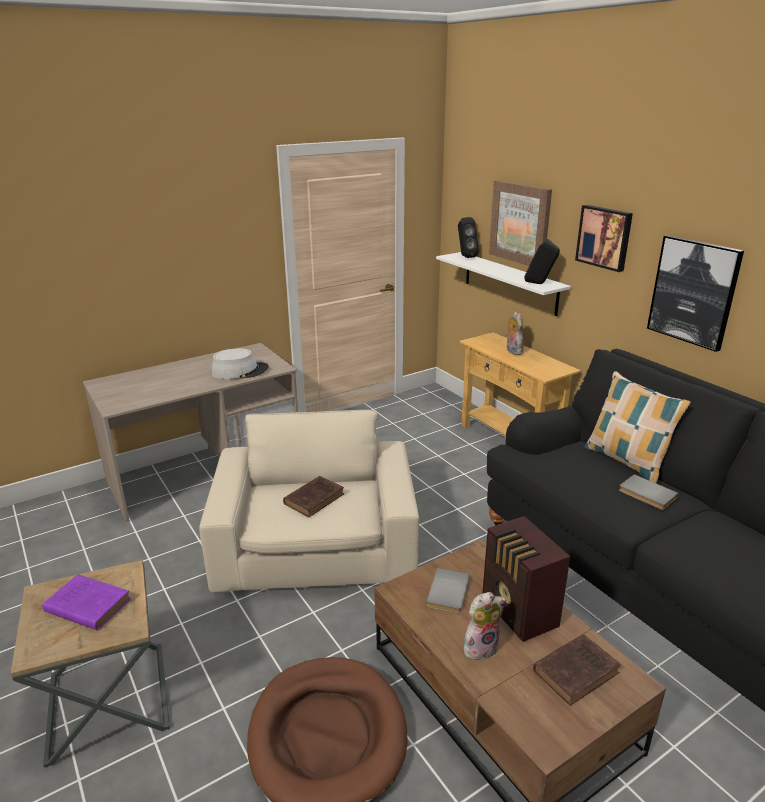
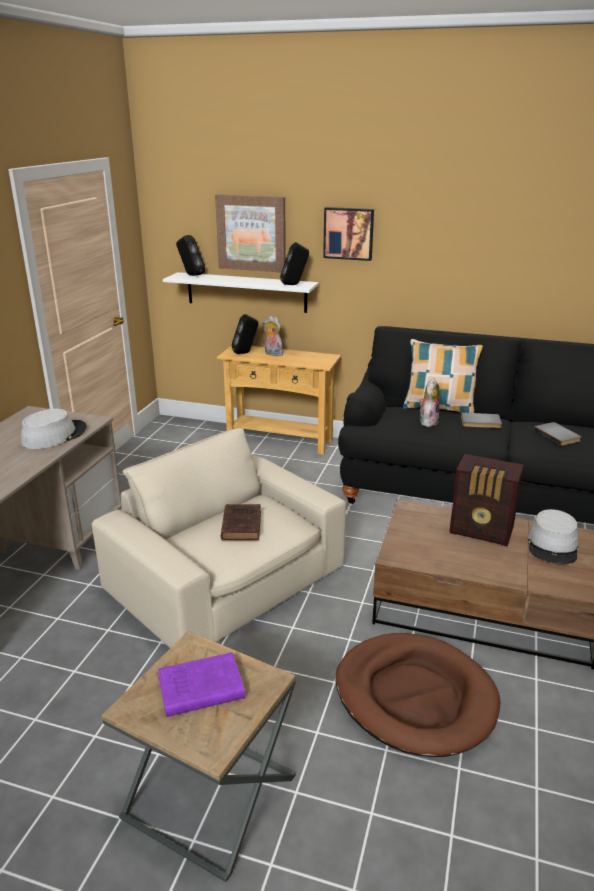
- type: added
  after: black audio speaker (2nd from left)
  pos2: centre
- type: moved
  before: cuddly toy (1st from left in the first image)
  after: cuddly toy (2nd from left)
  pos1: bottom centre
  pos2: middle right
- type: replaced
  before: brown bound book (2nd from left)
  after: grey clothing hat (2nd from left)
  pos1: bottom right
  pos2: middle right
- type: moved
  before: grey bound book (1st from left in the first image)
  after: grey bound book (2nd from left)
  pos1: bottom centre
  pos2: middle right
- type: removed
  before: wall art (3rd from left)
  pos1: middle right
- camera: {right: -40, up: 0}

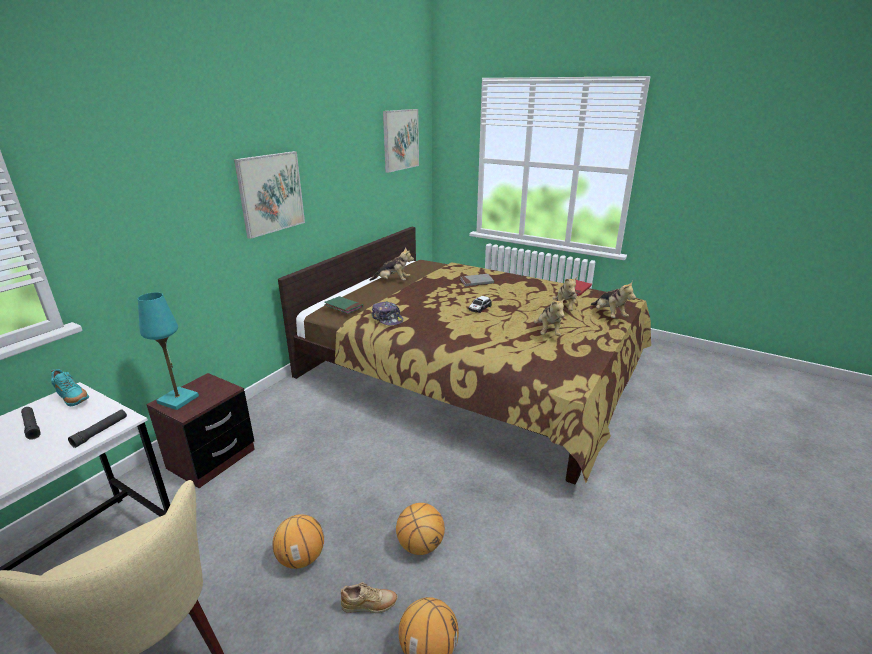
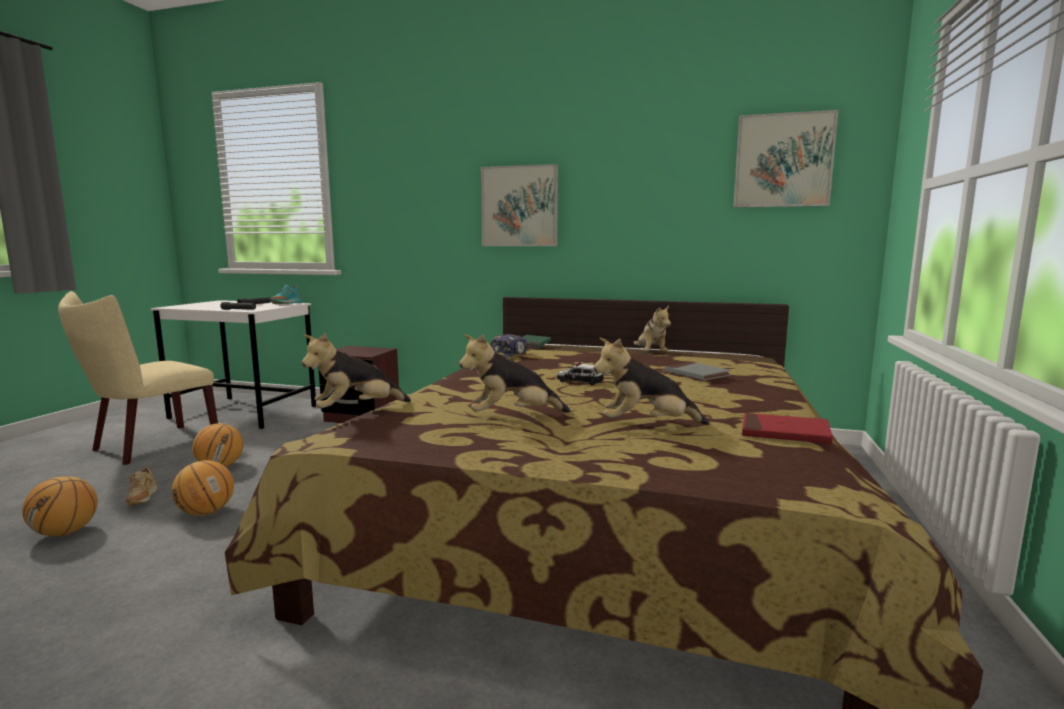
- type: moved
  before: cuddly toy (4th from left in the first image)
  after: cuddly toy (1st from left)
  pos1: middle right
  pos2: centre
- type: removed
  before: turquoise tabletop lamp
  pos1: middle left
- camera: {right: 75, up: -15}

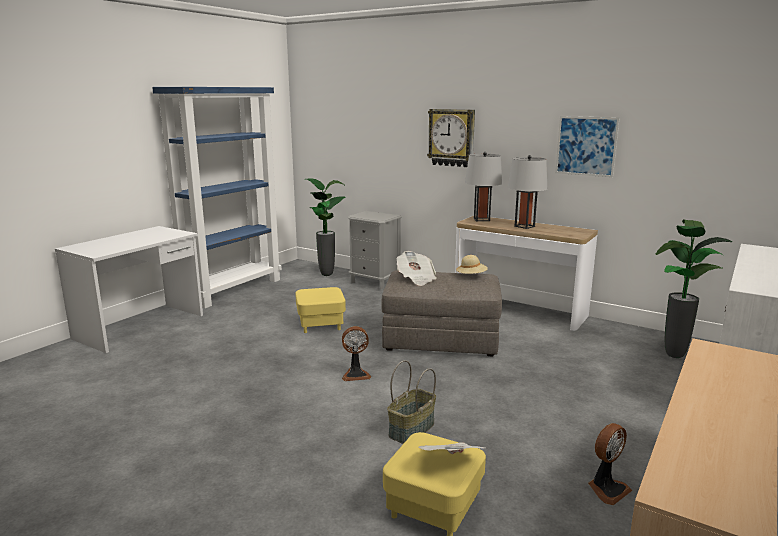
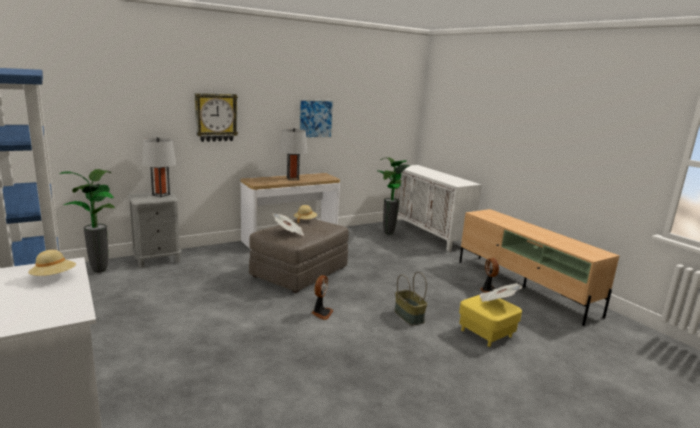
- type: added
  after: sand-coloured clothing hat (1st from left)
  pos2: middle left
- type: moved
  before: grey tabletop lamp (1st from left)
  pos1: centre
  pos2: middle left
- type: removed
  before: yellow footrest (1st from left)
  pos1: centre
- camera: {right: -65, up: 0}

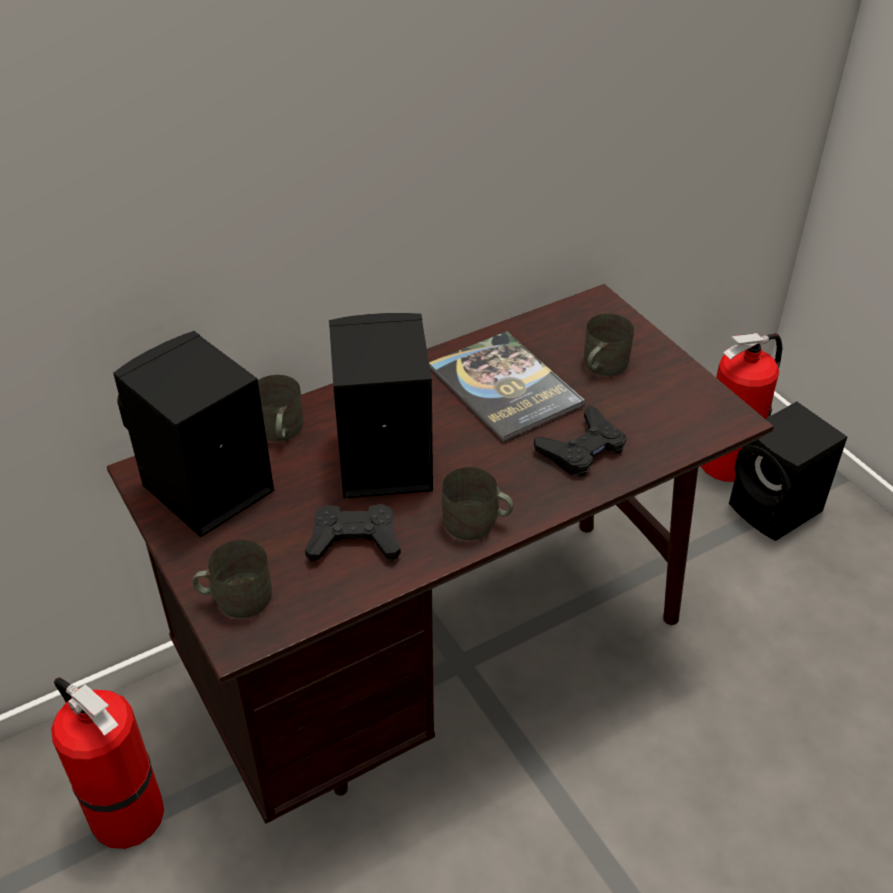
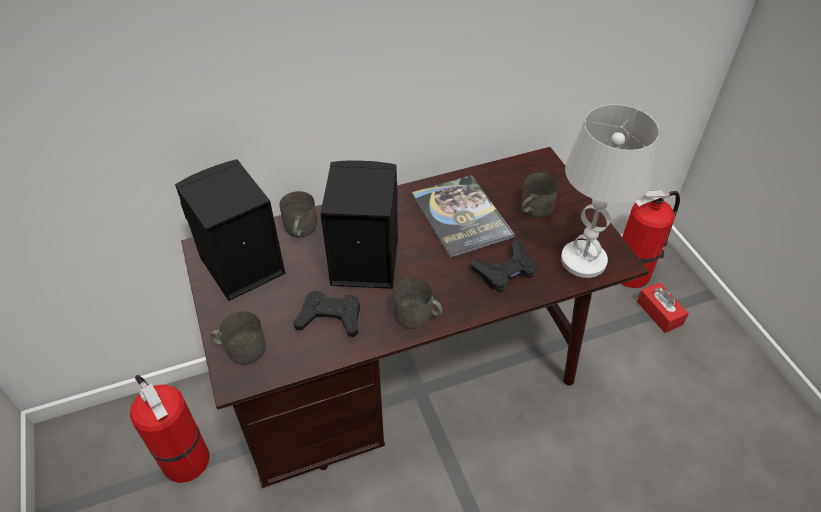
- type: added
  after: whitish tabletop lamp
  pos2: middle right
- type: replaced
  before: black audio speaker (3rd from left)
  after: red box of tissues
  pos1: middle right
  pos2: middle right
- camera: {right: 10, up: 5}

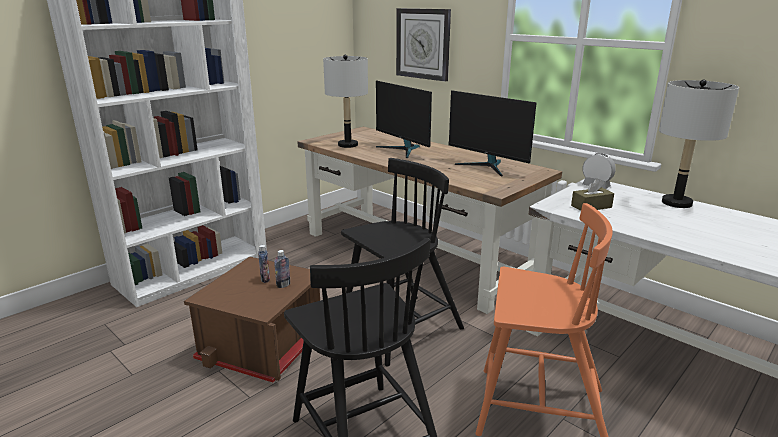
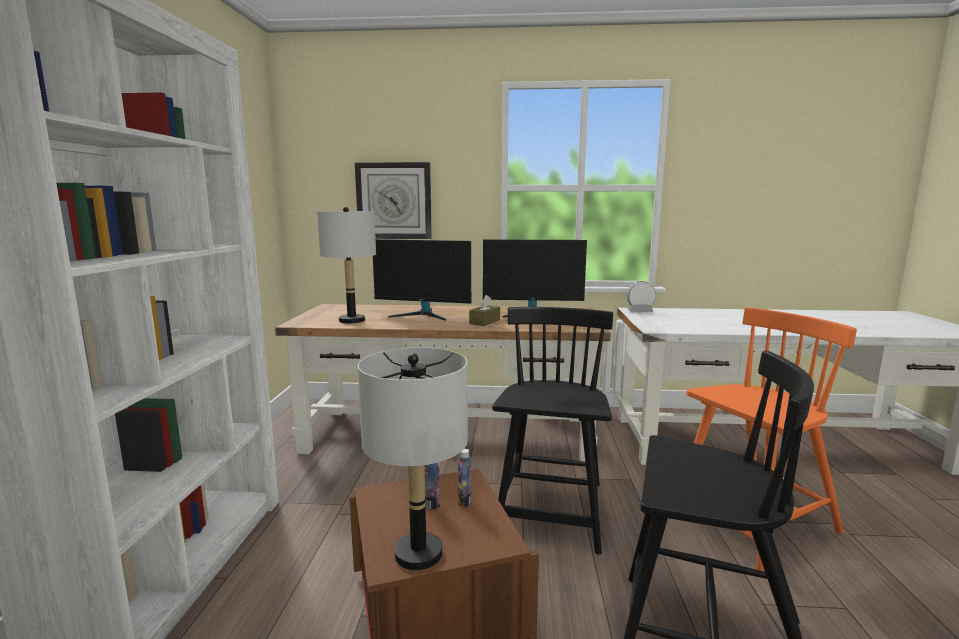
- type: moved
  before: grey tabletop lamp (2nd from left)
  pos1: top right
  pos2: bottom centre
- type: moved
  before: brown box of tissues
  pos1: middle right
  pos2: centre
- camera: {right: -40, up: -10}

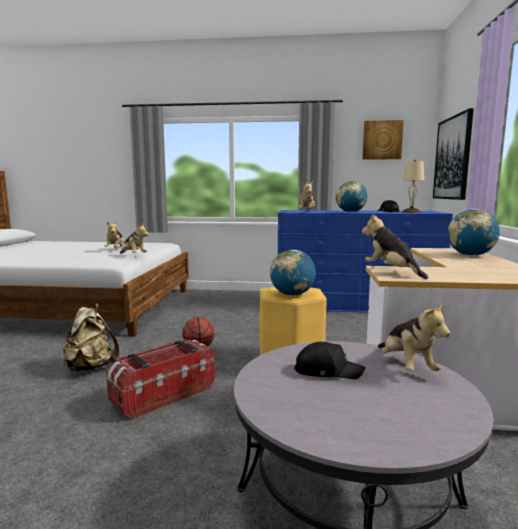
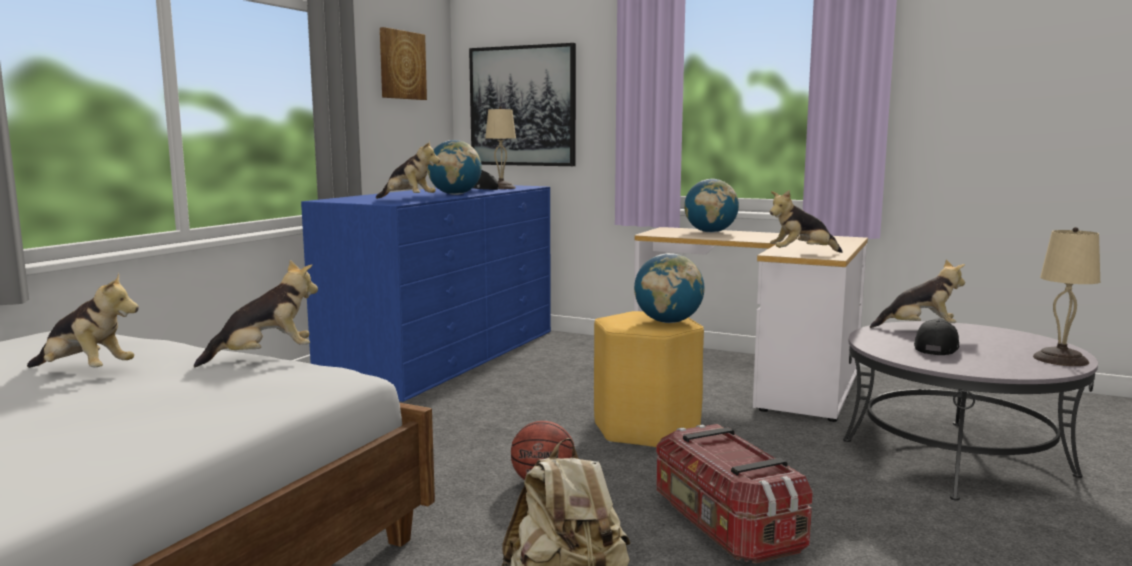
- type: added
  after: sand-coloured tabletop lamp (2nd from left)
  pos2: middle right
- camera: {right: -70, up: 0}

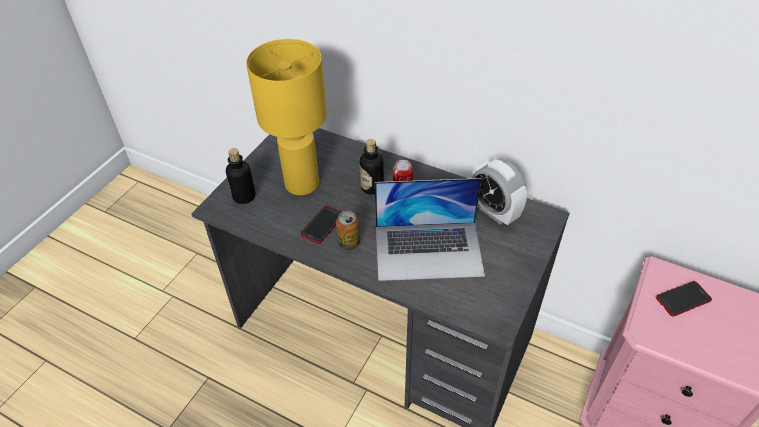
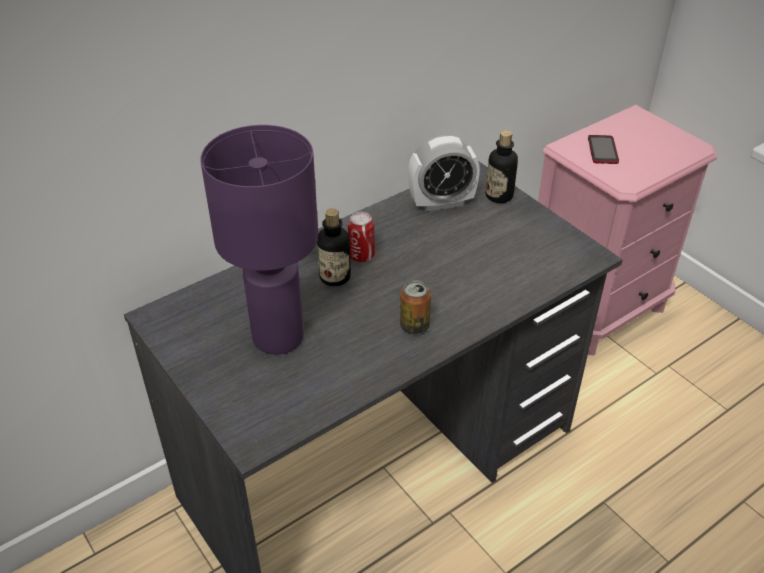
- type: recoloured
  before: yellow tabletop lamp
  after: purple tabletop lamp
  pos1: top centre
  pos2: centre
- type: moved
  before: bottle (1st from left in the first image)
  after: bottle (2nd from left)
  pos1: middle left
  pos2: top centre
- type: removed
  before: phone (1st from left)
  pos1: centre
- type: removed
  before: laptop
  pos1: centre
- camera: {right: -65, up: -5}

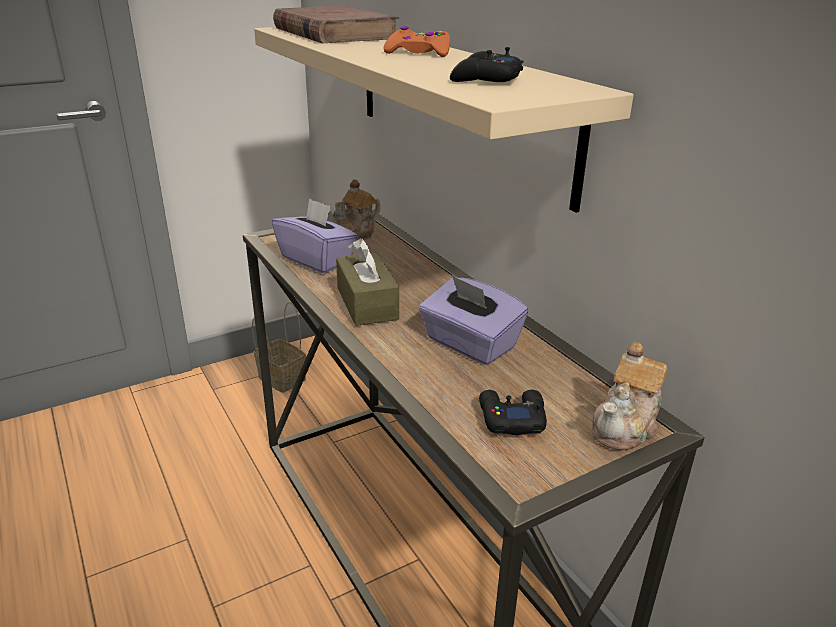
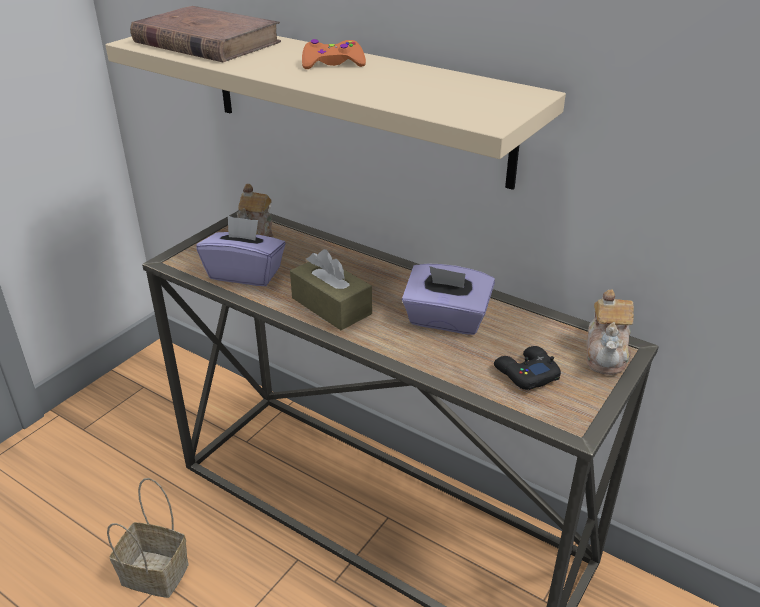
- type: moved
  before: basket
  pos1: centre
  pos2: bottom left
- type: removed
  before: black gamepad (1st from left)
  pos1: top centre
- camera: {right: -25, up: 5}

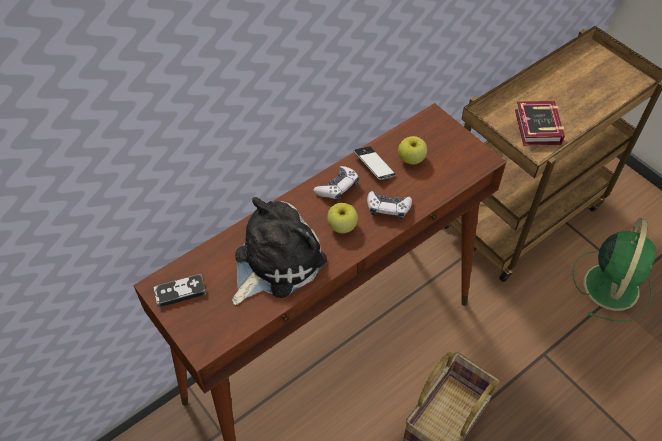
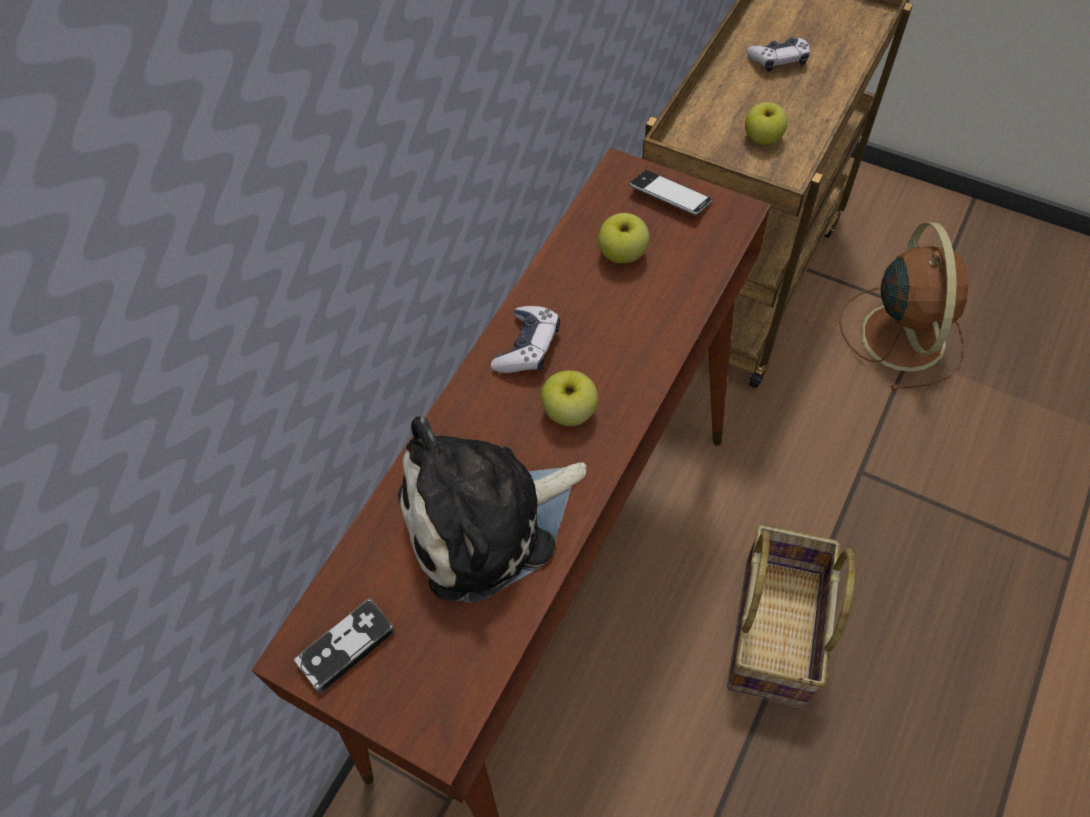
- type: turned
  before: cuddly toy
  pos1: centre
  pos2: centre
  turn: -135
- type: moved
  before: phone
  pos1: centre
  pos2: top centre
- type: replaced
  before: bound book
  after: whole apple (3rd from left)
  pos1: top right
  pos2: top right
- type: moved
  before: gamepad (3rd from left)
  pos1: centre
  pos2: top right
- type: recoloured
  before: green cooling fan
  after: brown cooling fan
  pos1: middle right
  pos2: middle right
- camera: {right: -20, up: 5}

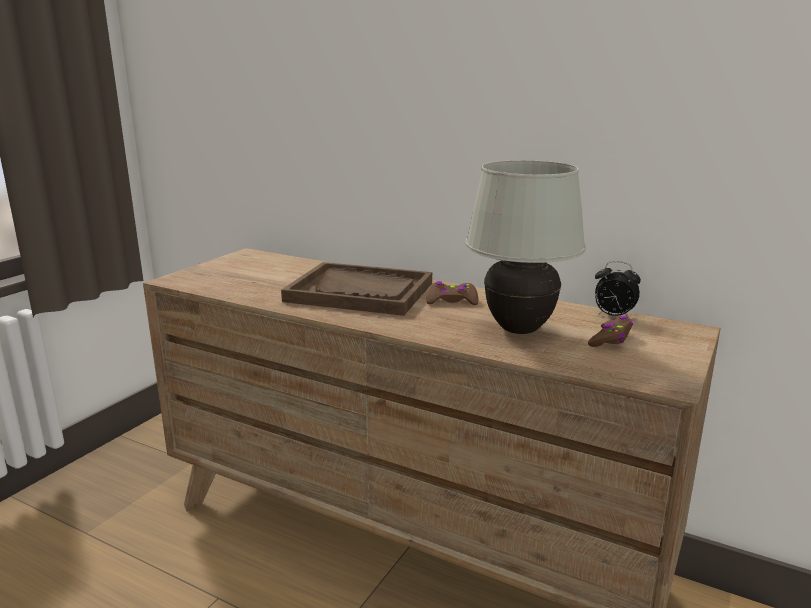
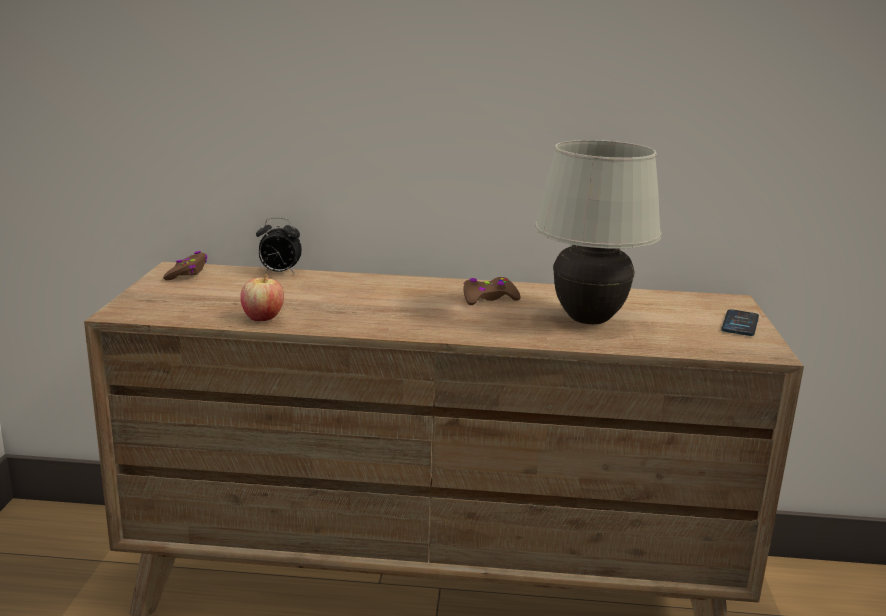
- type: moved
  before: brown gamepad (2nd from left in the first image)
  after: brown gamepad (1st from left)
  pos1: middle right
  pos2: middle left
- type: added
  after: whole apple
  pos2: middle left
- type: moved
  before: table clock
  pos1: middle right
  pos2: middle left
- type: added
  after: phone
  pos2: middle right
- type: removed
  before: brown tray
  pos1: centre
- camera: {right: -25, up: 0}

